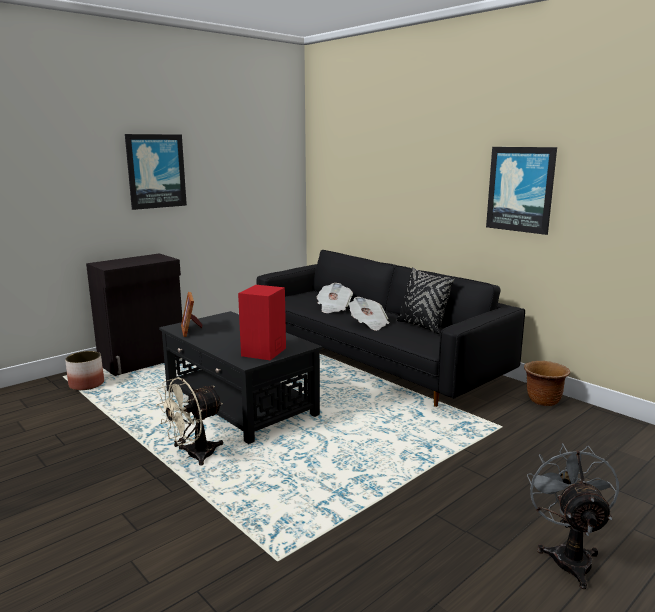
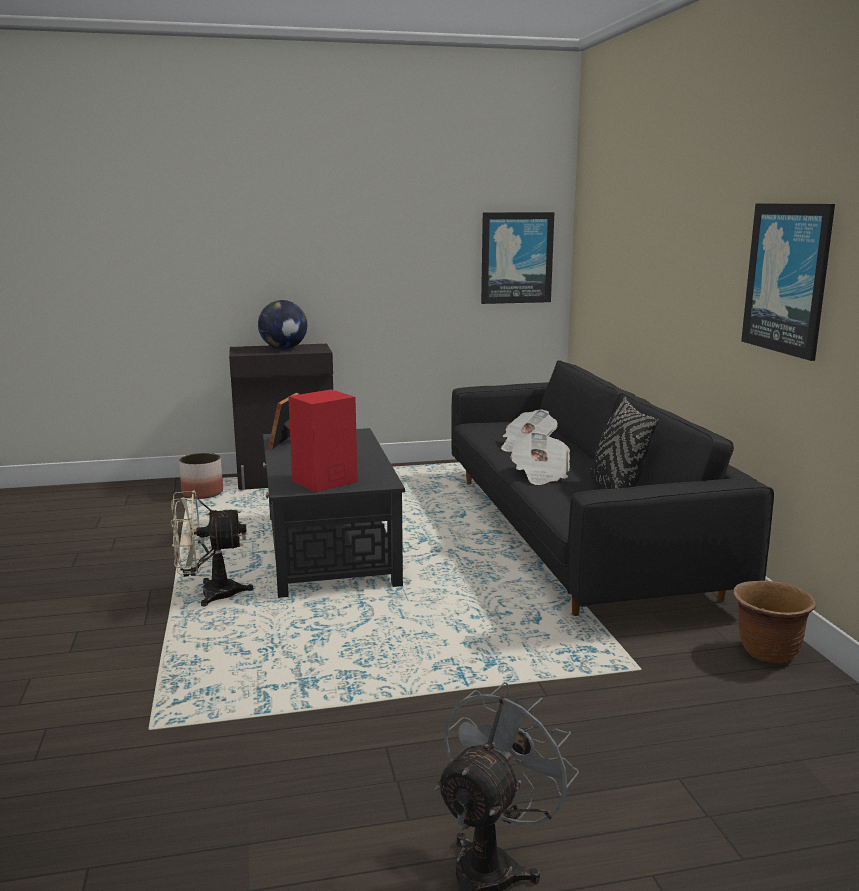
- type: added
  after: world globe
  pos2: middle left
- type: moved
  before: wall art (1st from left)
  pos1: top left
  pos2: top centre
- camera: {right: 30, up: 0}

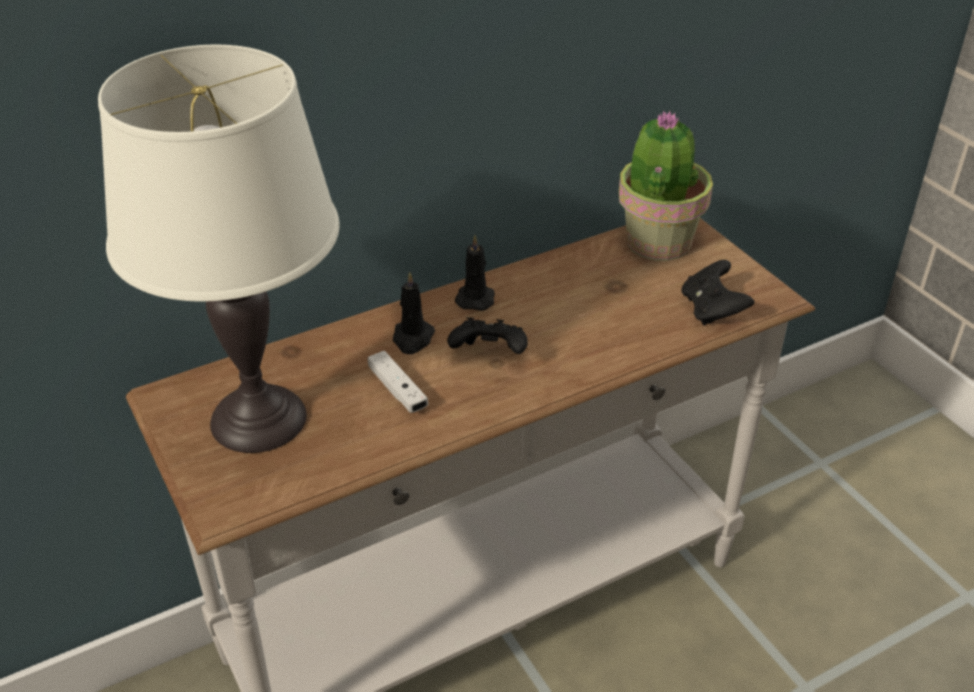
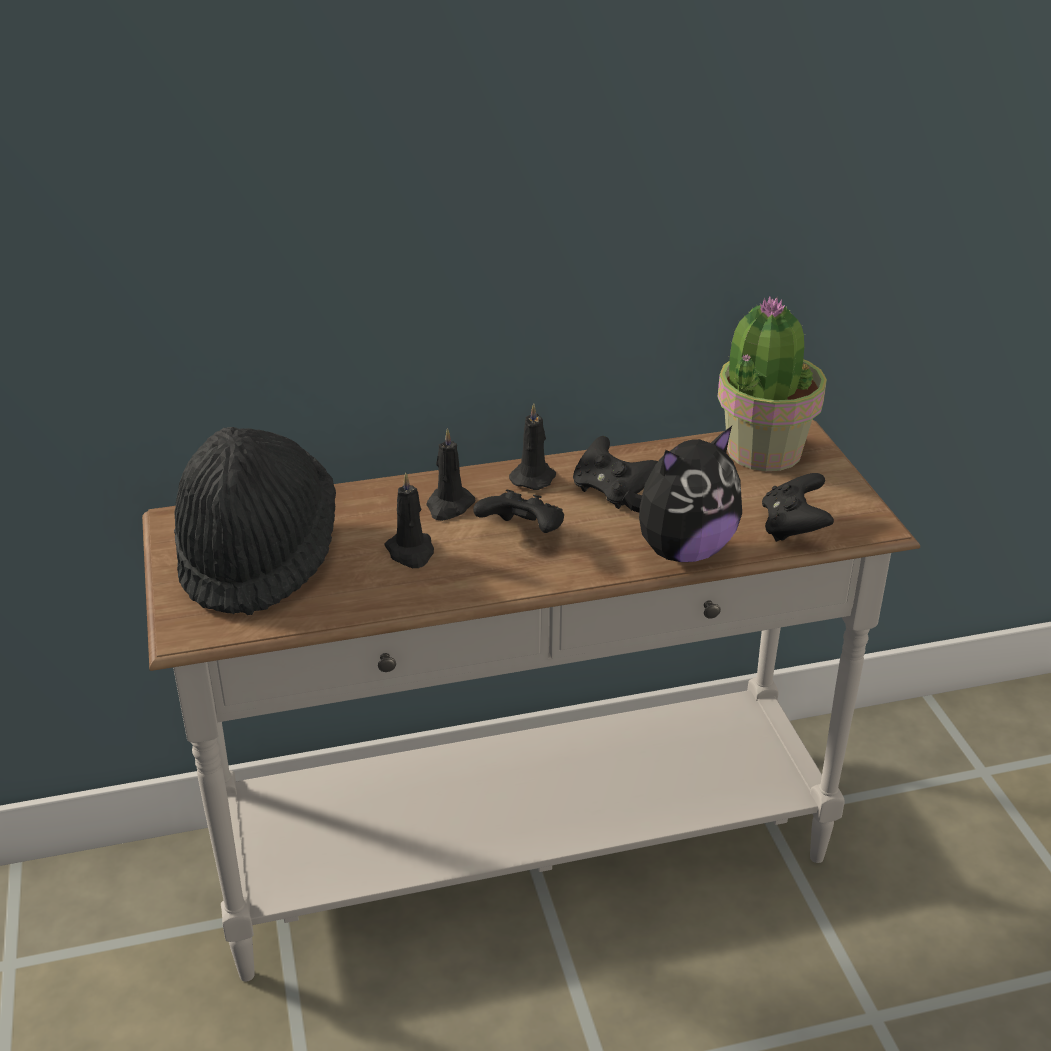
- type: replaced
  before: whitish tabletop lamp
  after: black clothing hat
  pos1: middle left
  pos2: middle left
- type: replaced
  before: whitish gamepad
  after: black wax light (1st from left)
  pos1: centre
  pos2: centre
- type: added
  after: black gamepad (2nd from left)
  pos2: centre
- type: added
  after: cuddly toy
  pos2: centre
- camera: {right: 15, up: -5}

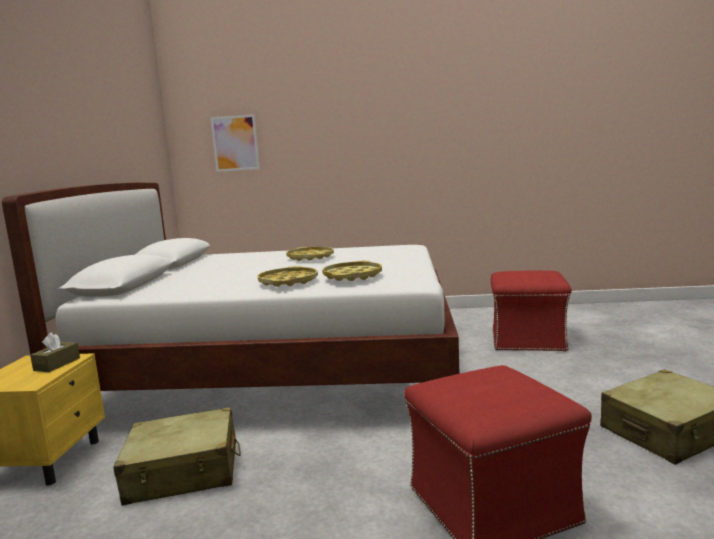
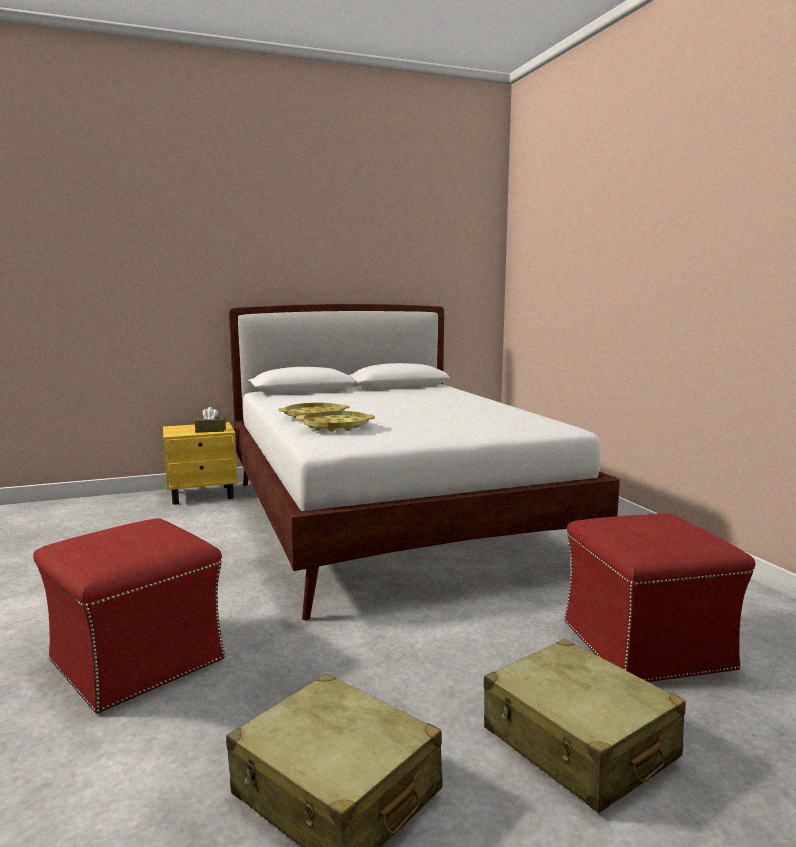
- type: moved
  before: sand-coloured travel case (1st from left in the first image)
  after: sand-coloured travel case (2nd from left)
  pos1: bottom left
  pos2: bottom right
- type: removed
  before: wall art
  pos1: top left
- type: removed
  before: yellow tray (2nd from left)
  pos1: centre
- camera: {right: 65, up: 0}

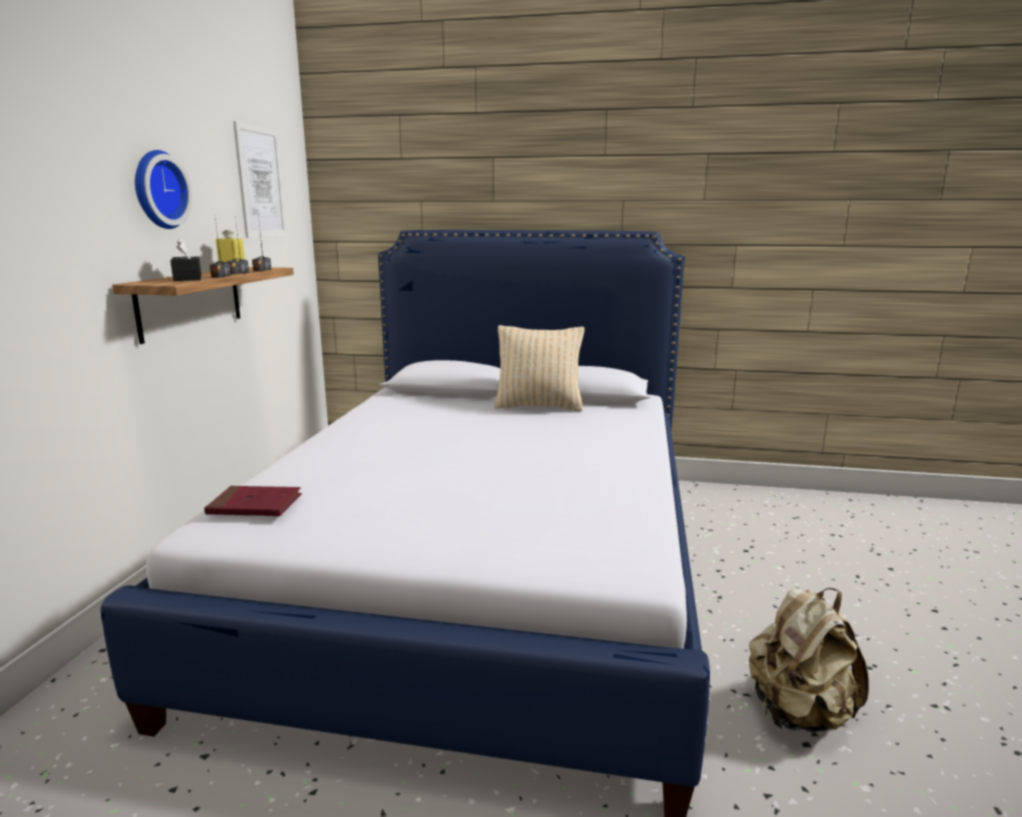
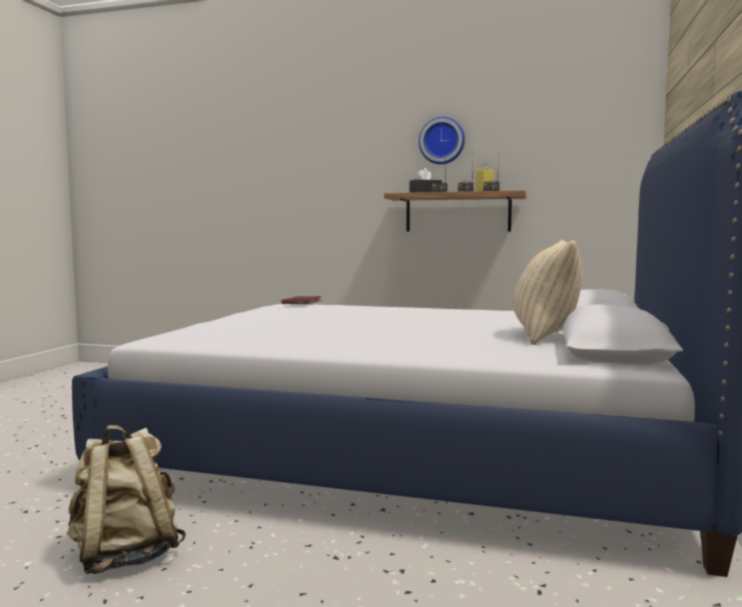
- type: removed
  before: wall art
  pos1: top left
- camera: {right: 95, up: -10}

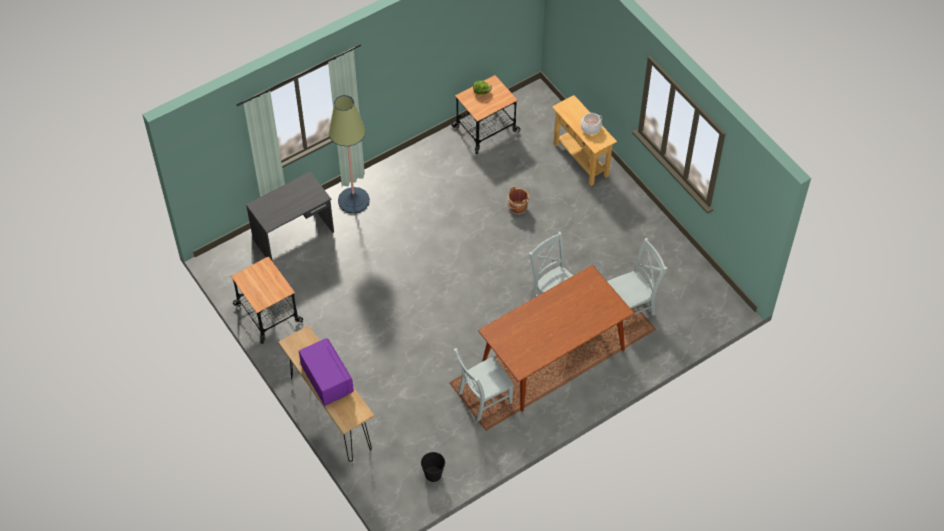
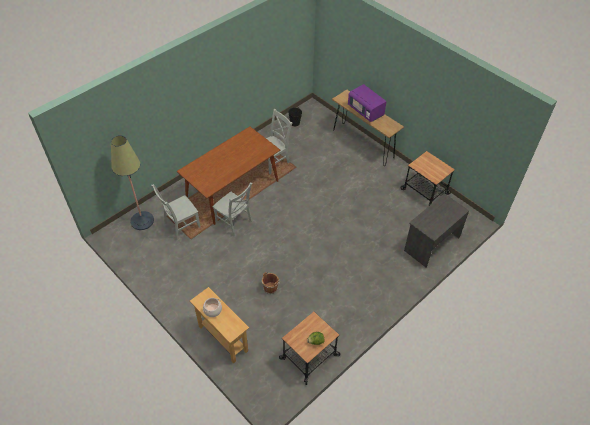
- type: moved
  before: standing lamp
  pos1: top centre
  pos2: middle left
- camera: {right: 170, up: -5}

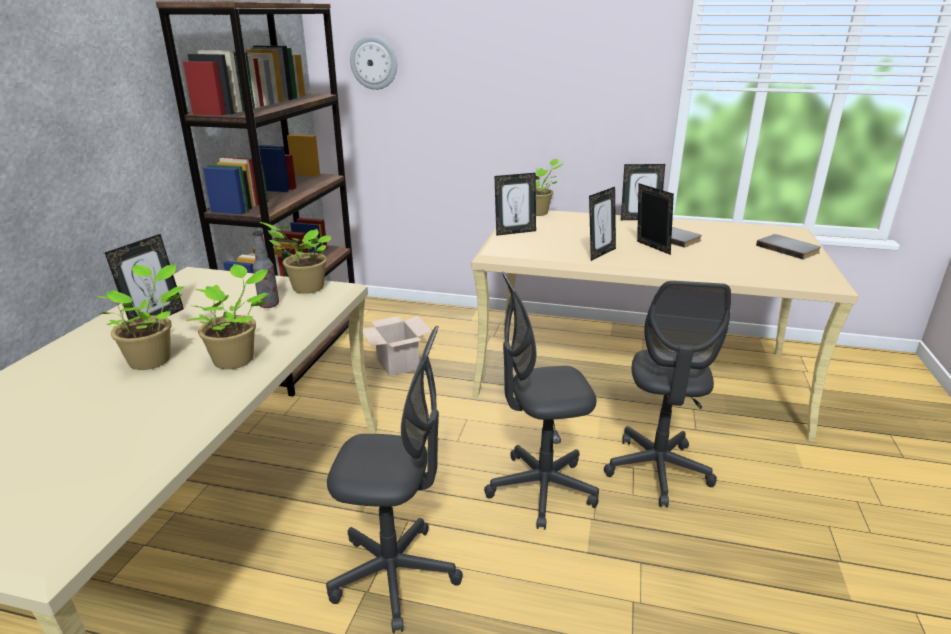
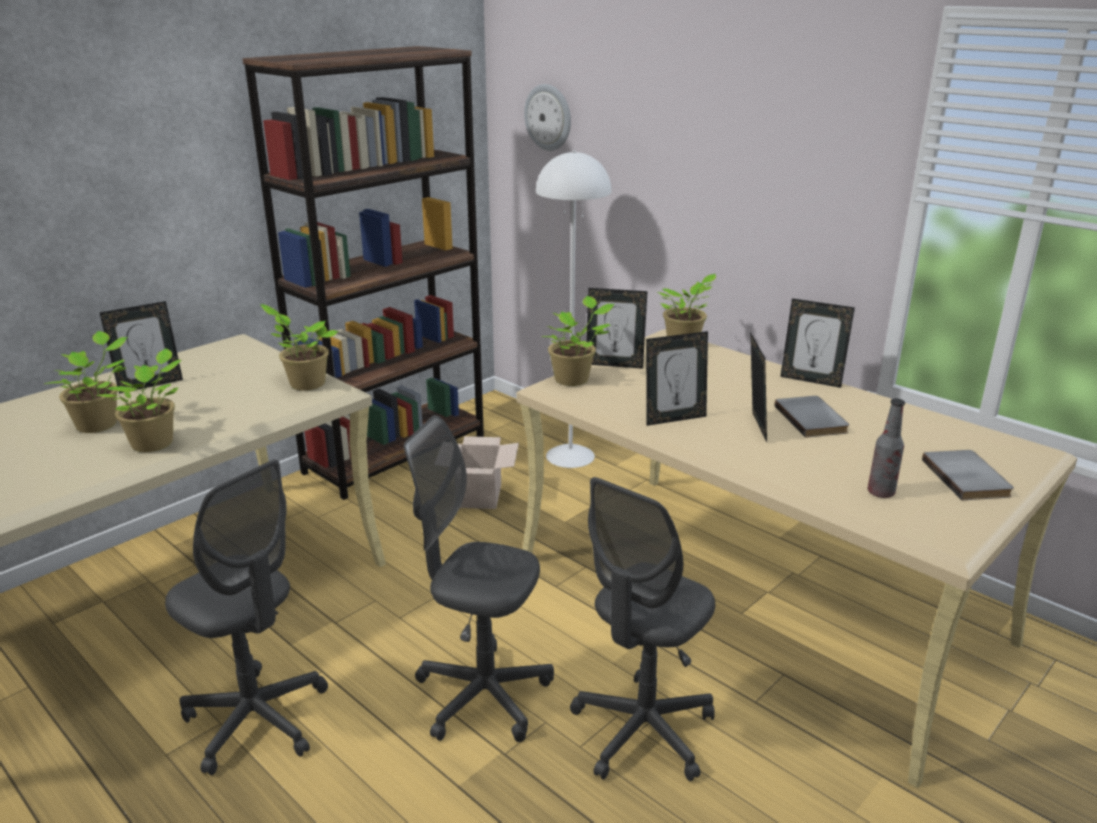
- type: added
  after: whitish standing lamp
  pos2: centre
- type: added
  after: plant in a pot (4th from left)
  pos2: centre
- type: moved
  before: bottle
  pos1: middle left
  pos2: middle right
- camera: {right: 30, up: 0}

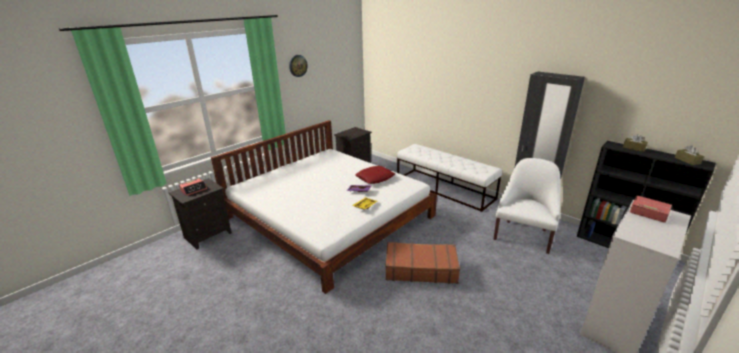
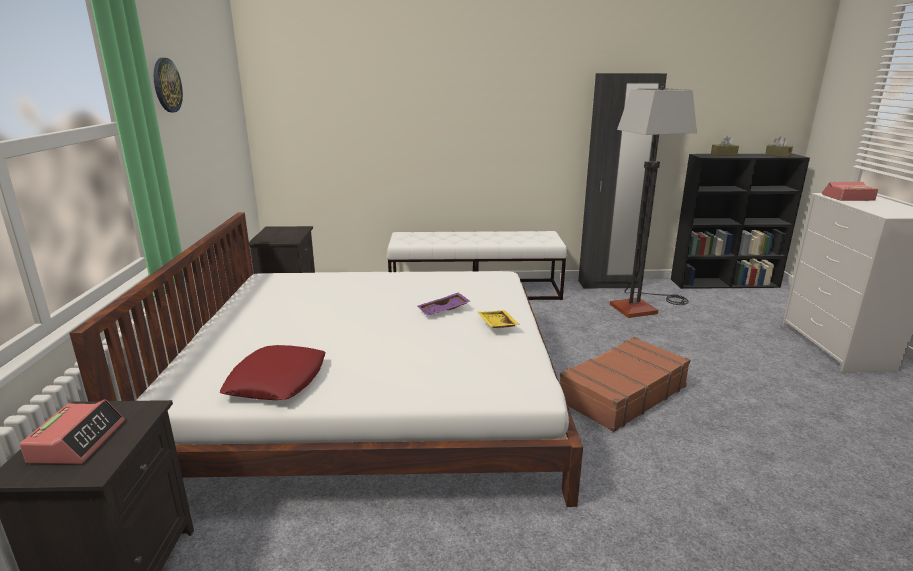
- type: moved
  before: red cushion
  pos1: centre
  pos2: middle left
- type: replaced
  before: whitish easy chair
  after: standing lamp
  pos1: middle right
  pos2: middle right
- camera: {right: -45, up: -5}

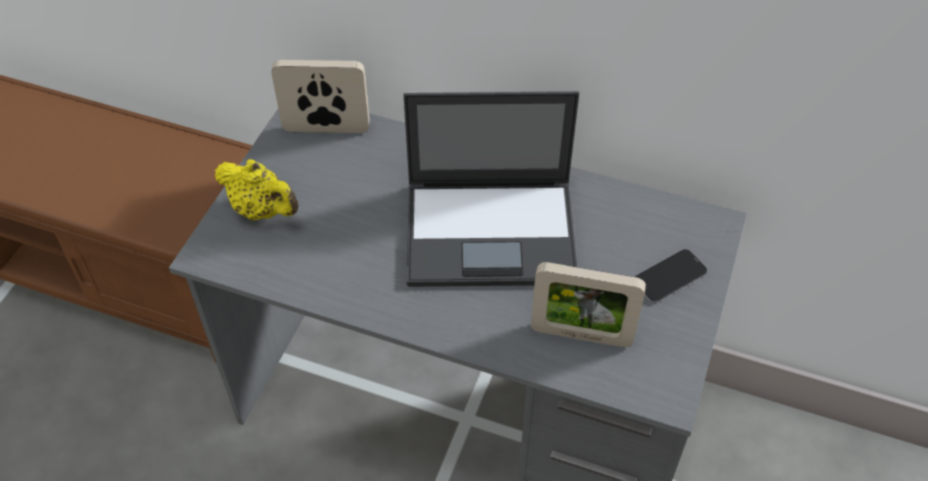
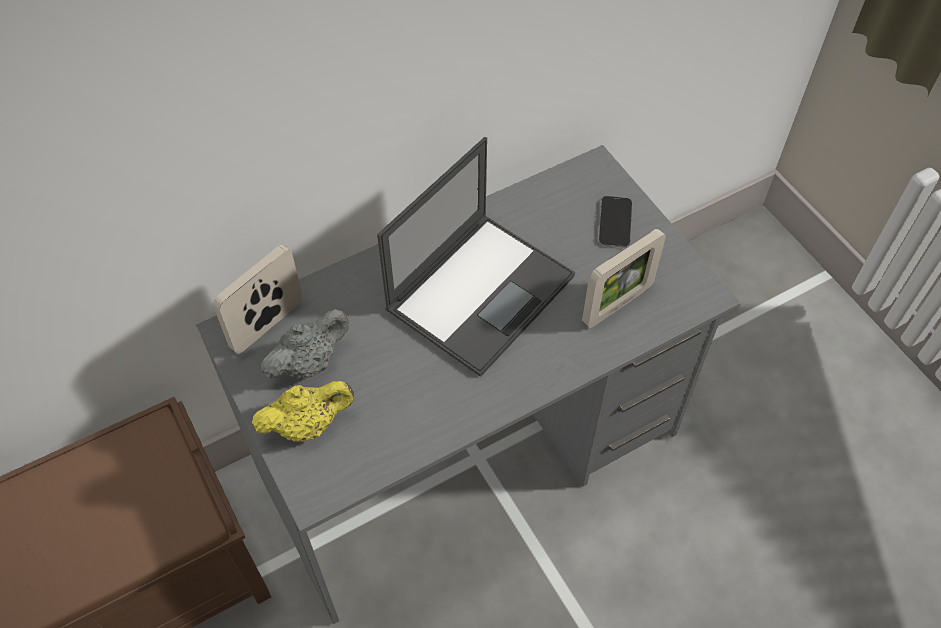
- type: added
  after: grey tea pot
  pos2: middle left
- camera: {right: -50, up: 5}

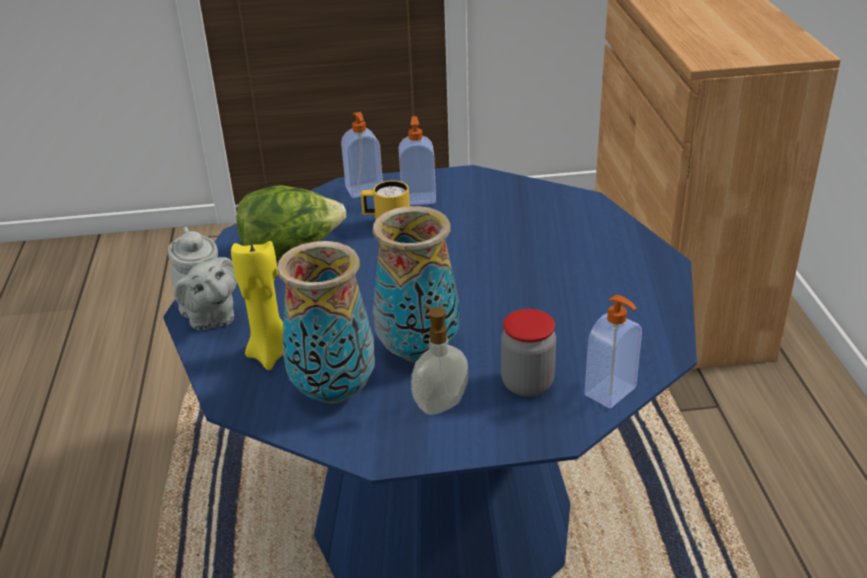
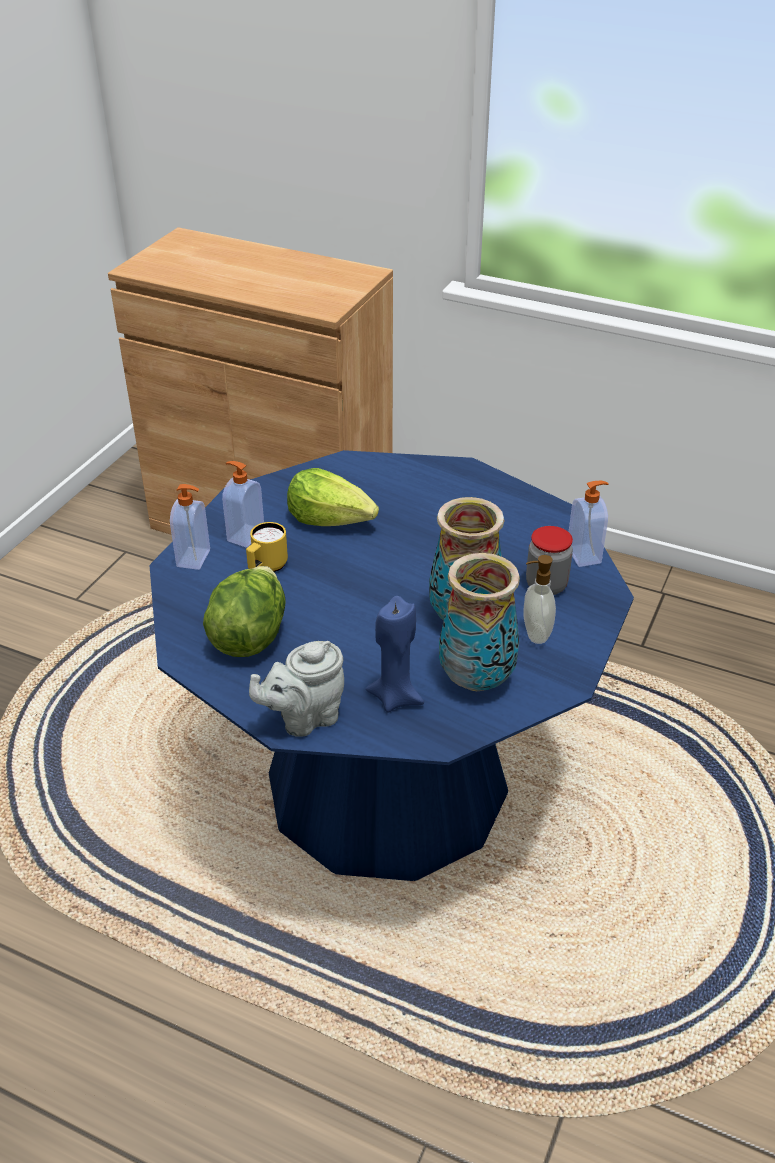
- type: turned
  before: grey tea pot
  pos1: middle left
  pos2: centre
  turn: 150
- type: added
  after: head of lettuce (2nd from left)
  pos2: centre
- type: recoloured
  before: yellow wax light
  after: blue-coloured wax light
  pos1: middle left
  pos2: centre
- camera: {right: -60, up: 5}

